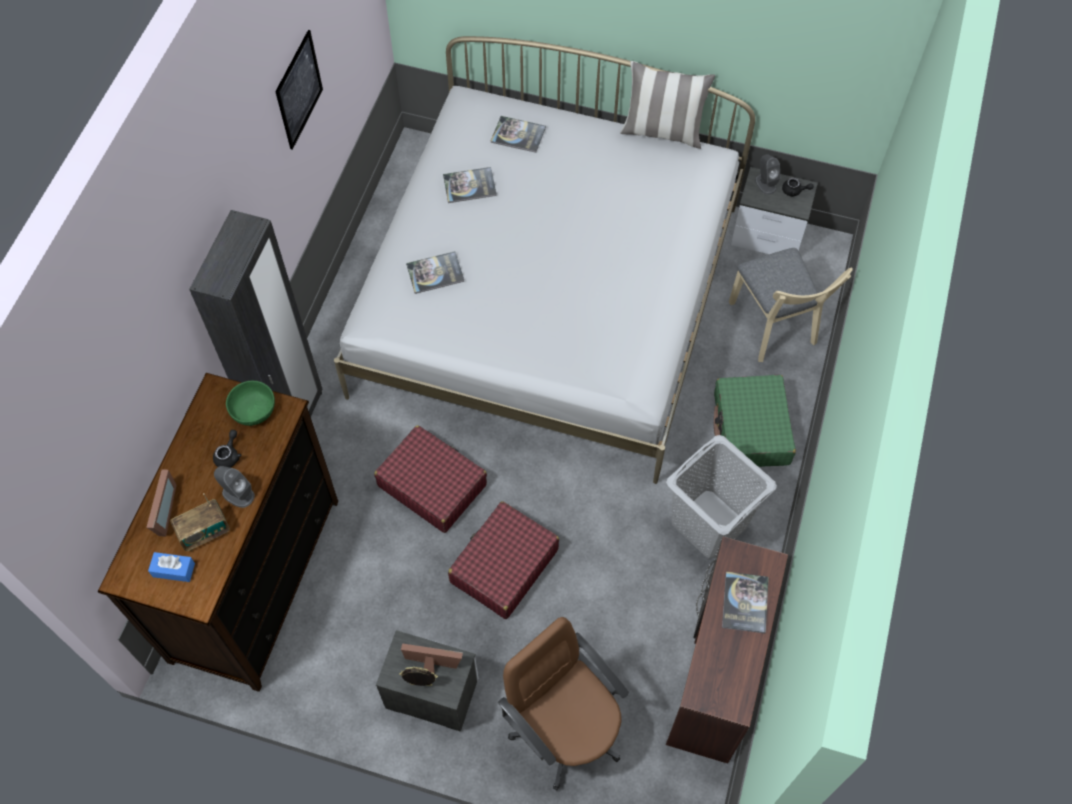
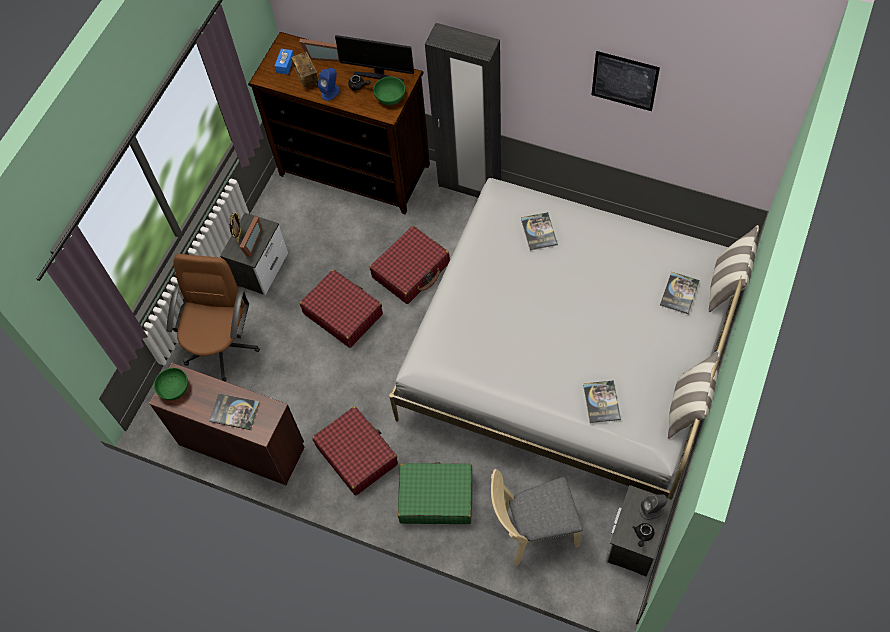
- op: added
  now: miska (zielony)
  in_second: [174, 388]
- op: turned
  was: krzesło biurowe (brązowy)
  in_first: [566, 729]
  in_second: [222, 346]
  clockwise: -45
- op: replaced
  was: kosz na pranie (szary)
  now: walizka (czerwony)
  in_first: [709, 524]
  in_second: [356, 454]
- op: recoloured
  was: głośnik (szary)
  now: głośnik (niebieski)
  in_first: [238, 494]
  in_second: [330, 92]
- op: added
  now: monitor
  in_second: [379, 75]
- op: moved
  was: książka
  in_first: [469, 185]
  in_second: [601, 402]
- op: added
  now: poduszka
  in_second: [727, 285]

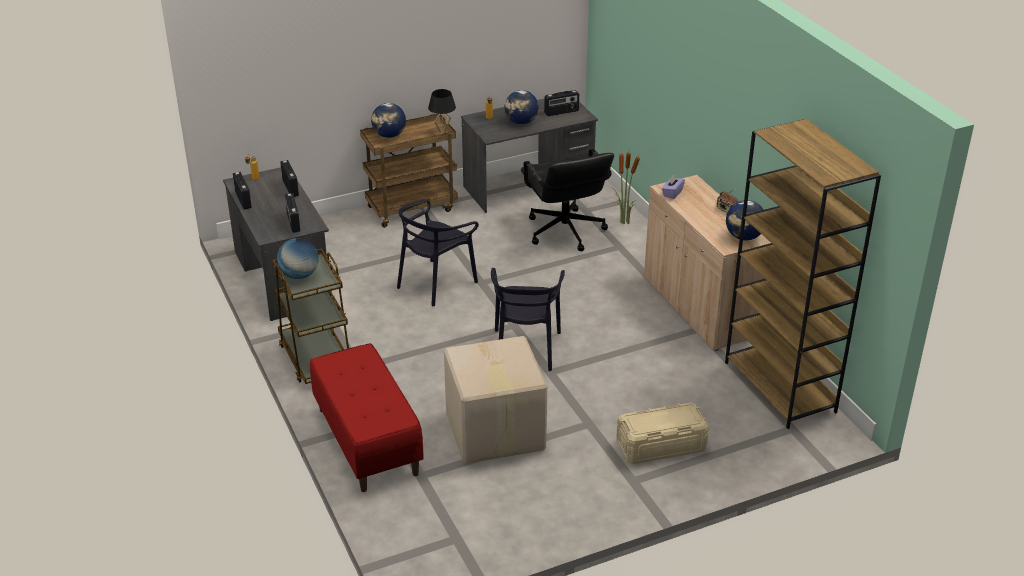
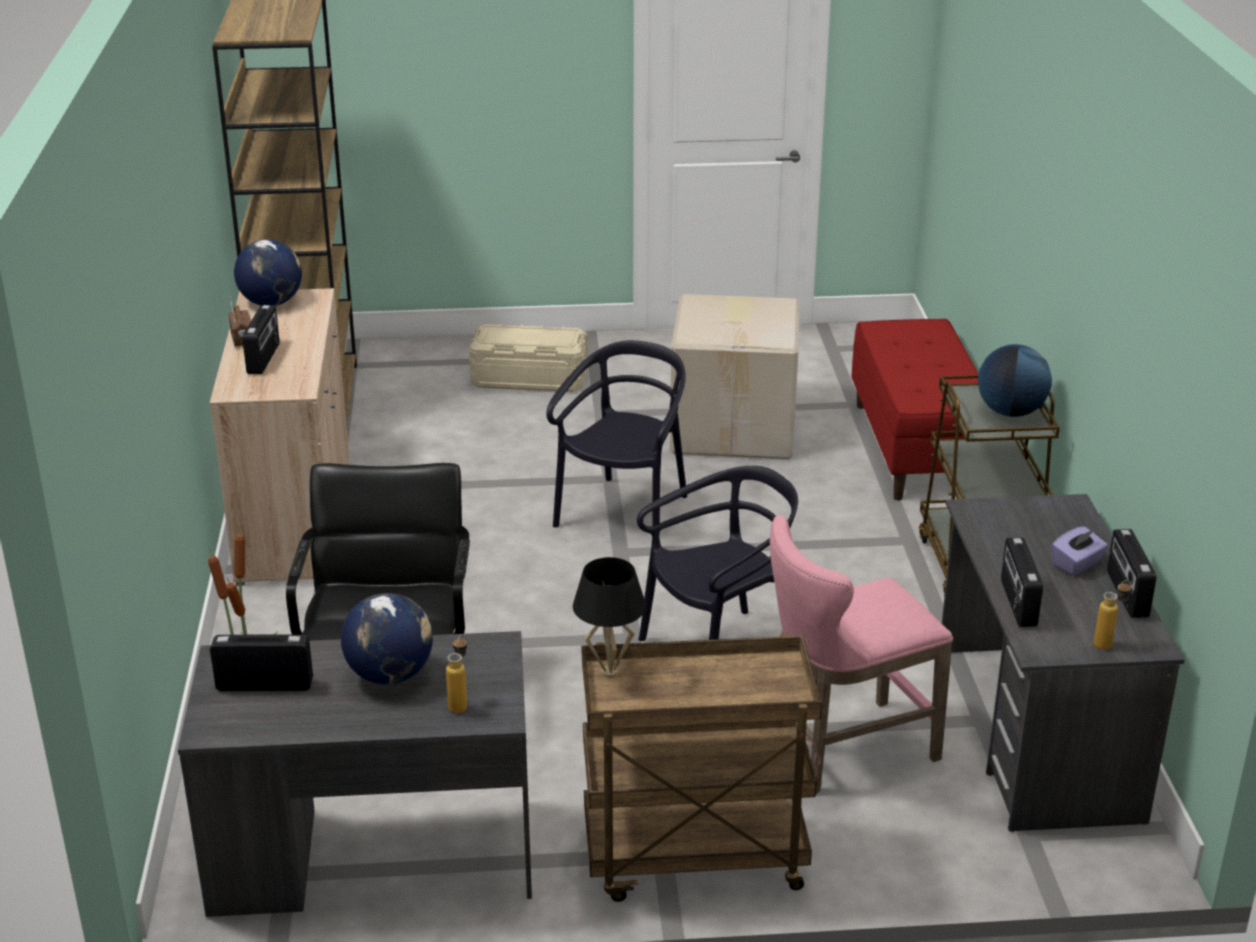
- op: moved
  was: radio
  in_first: [293, 222]
  in_second: [264, 359]
- op: added
  now: stołek (różowy)
  in_second: [843, 751]
- op: moved
  was: pudełko chusteczek (fioletowy)
  in_first: [672, 193]
  in_second: [1077, 564]
- op: removed
  was: globus
  in_first: [389, 135]

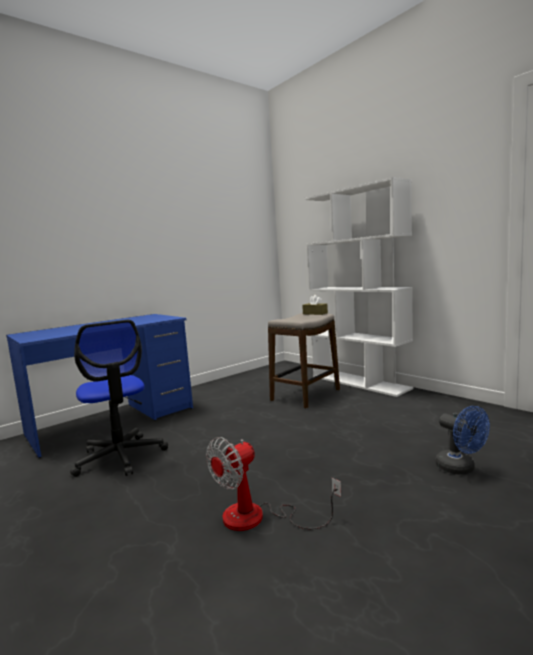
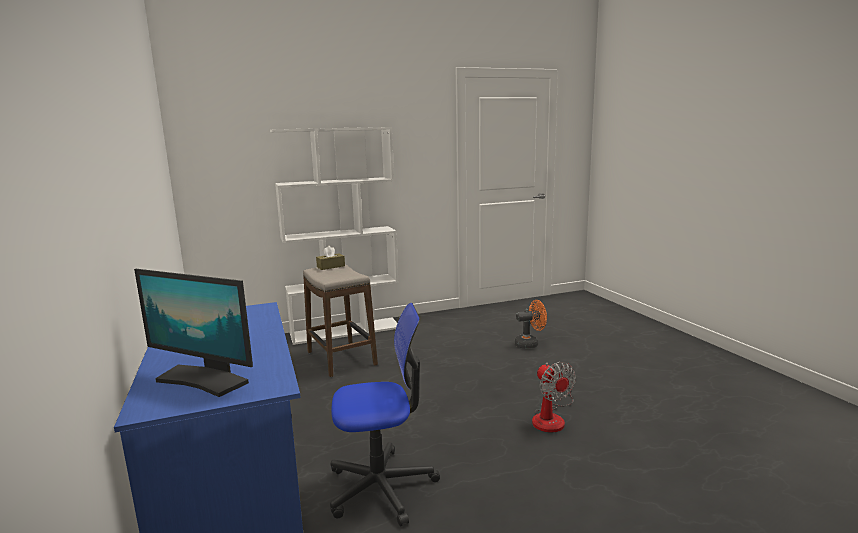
- op: added
  now: monitor
  in_second: [204, 380]
- op: recoloured
  was: wentylator (niebieski)
  now: wentylator (pomarańczowy)
  in_first: [461, 469]
  in_second: [530, 344]

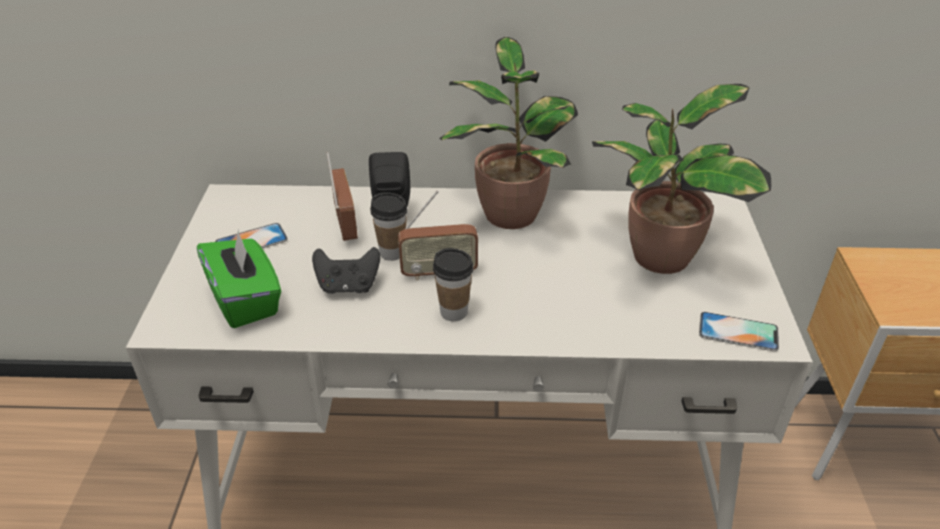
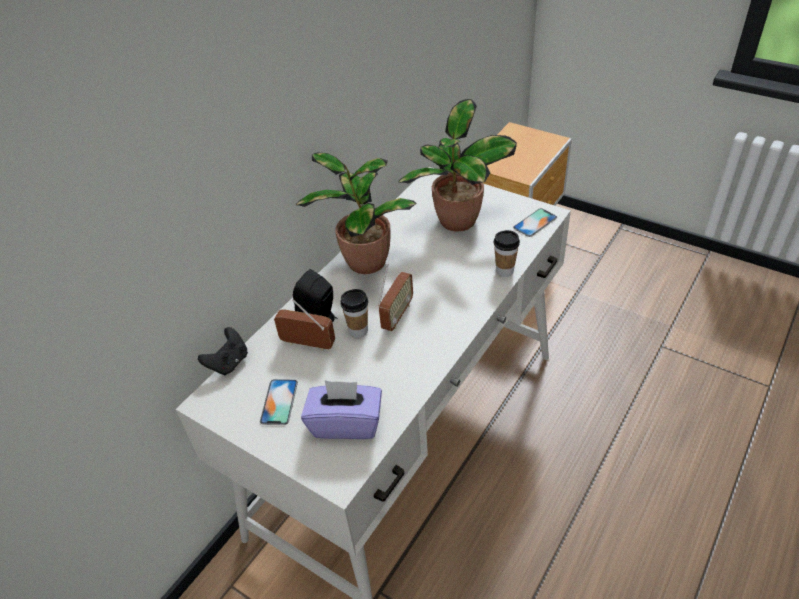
- op: moved
  was: pad do gier (czarny)
  in_first: [348, 286]
  in_second: [229, 363]
- op: recoloured
  was: pudełko chusteczek (zielony)
  now: pudełko chusteczek (fioletowy)
  in_first: [246, 300]
  in_second: [346, 423]
- op: moved
  was: filiżanka
  in_first: [454, 312]
  in_second: [504, 271]

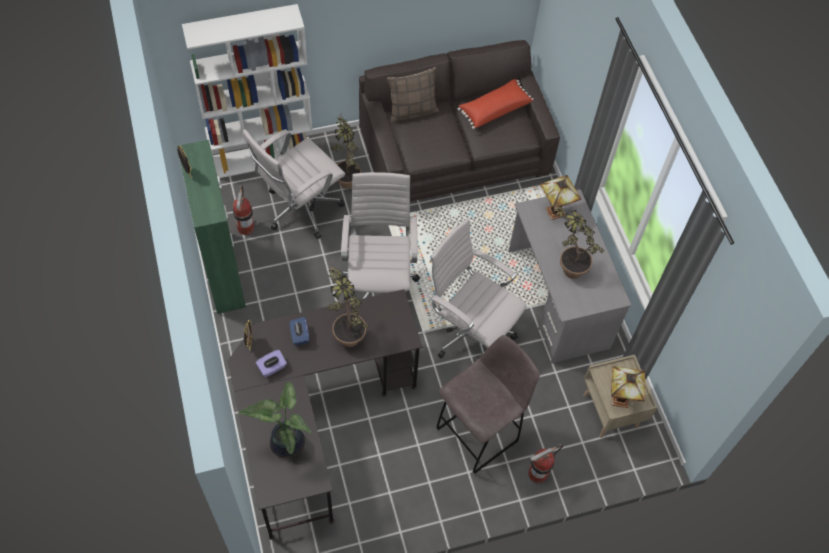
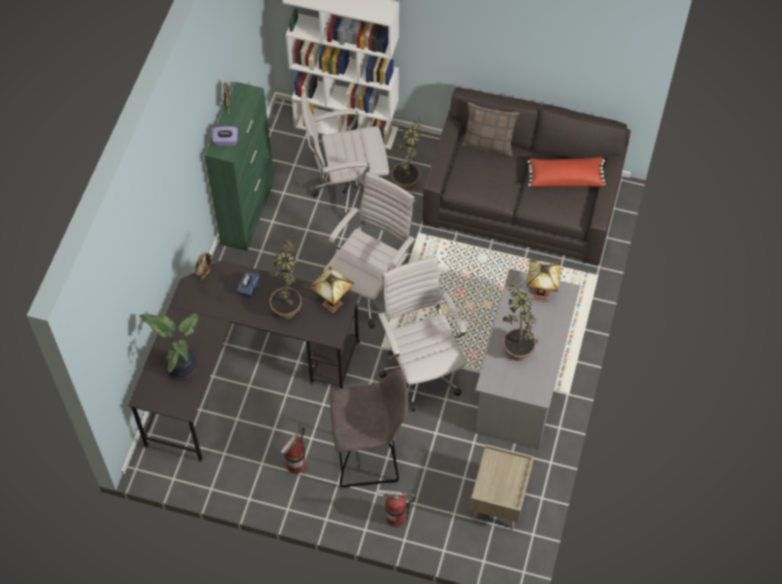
- op: moved
  was: pudełko chusteczek (fioletowy)
  in_first: [272, 368]
  in_second: [226, 141]
- op: moved
  was: gaśnica
  in_first: [245, 227]
  in_second: [296, 465]
- op: moved
  was: lampa stołowa
  in_first: [619, 398]
  in_second: [332, 302]

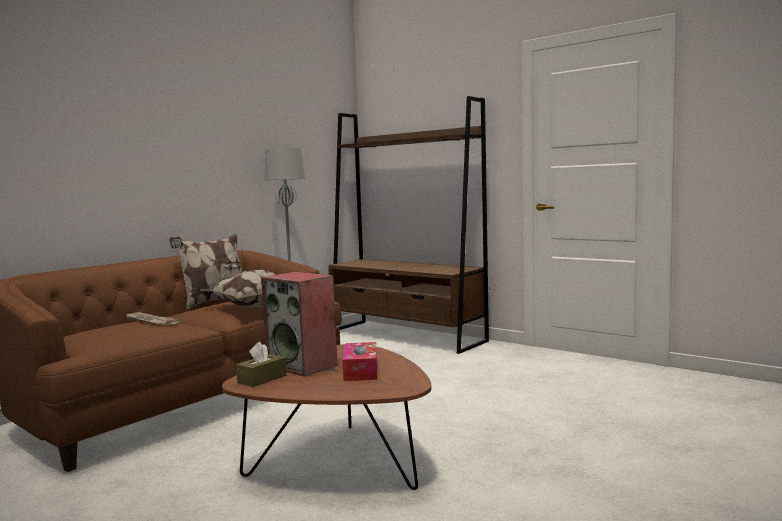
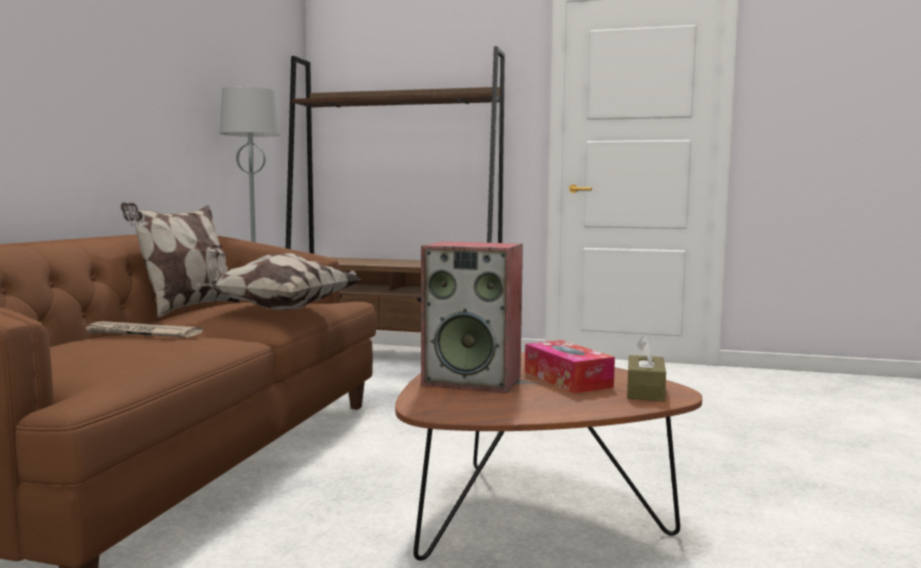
- op: moved
  was: pudełko chusteczek (brązowy)
  in_first: [262, 379]
  in_second: [645, 391]

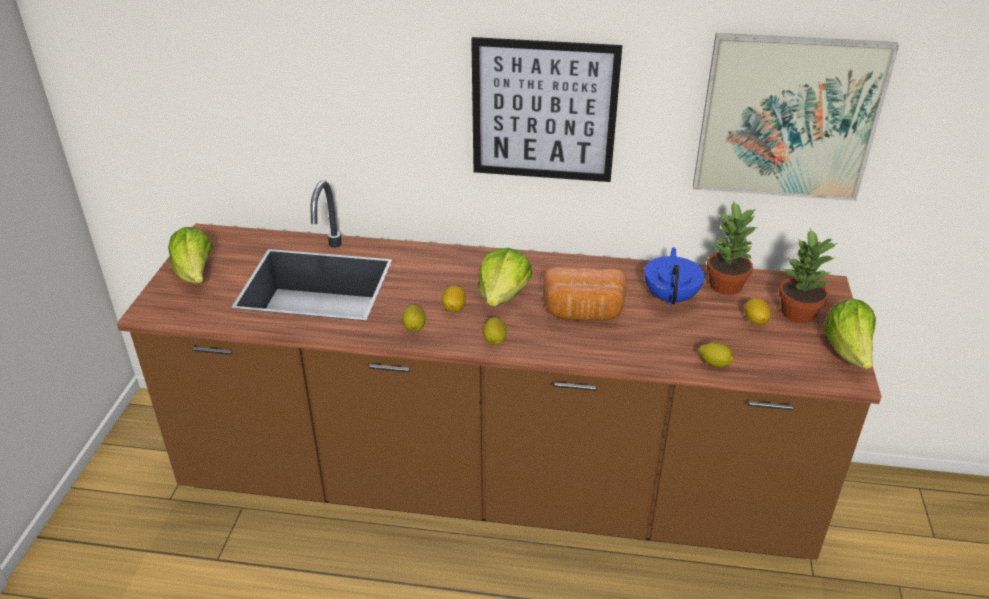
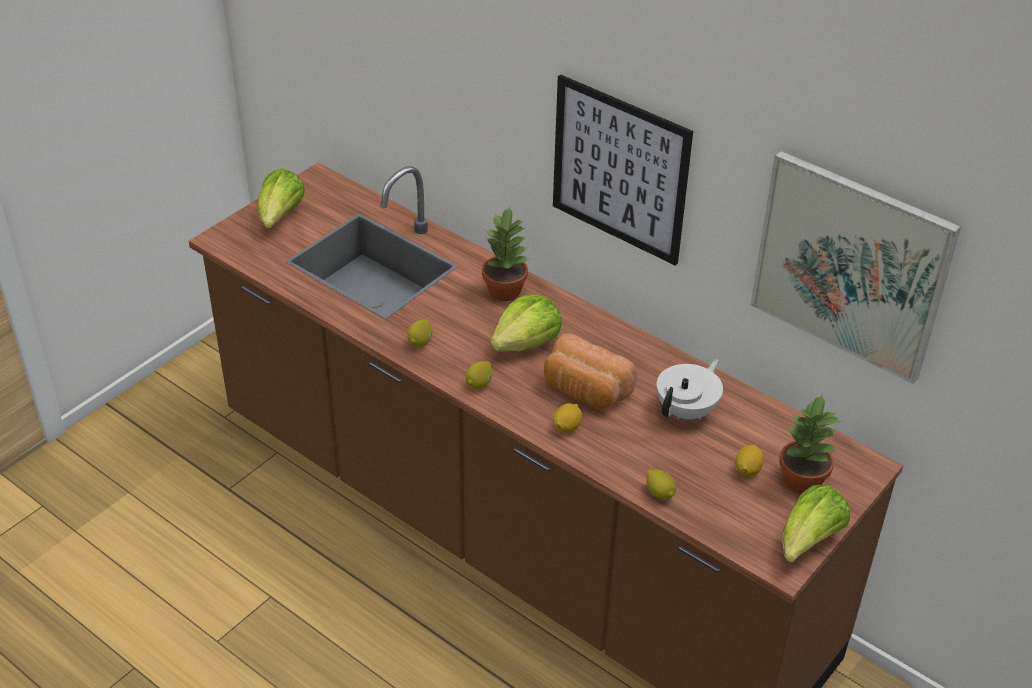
- op: moved
  was: roślina doniczkowa
  in_first: [726, 285]
  in_second: [505, 290]
- op: moved
  was: cytryna
  in_first: [454, 308]
  in_second: [567, 427]
- op: recoloured
  was: imbryk (niebieski)
  now: imbryk (biały)
  in_first: [671, 297]
  in_second: [687, 410]

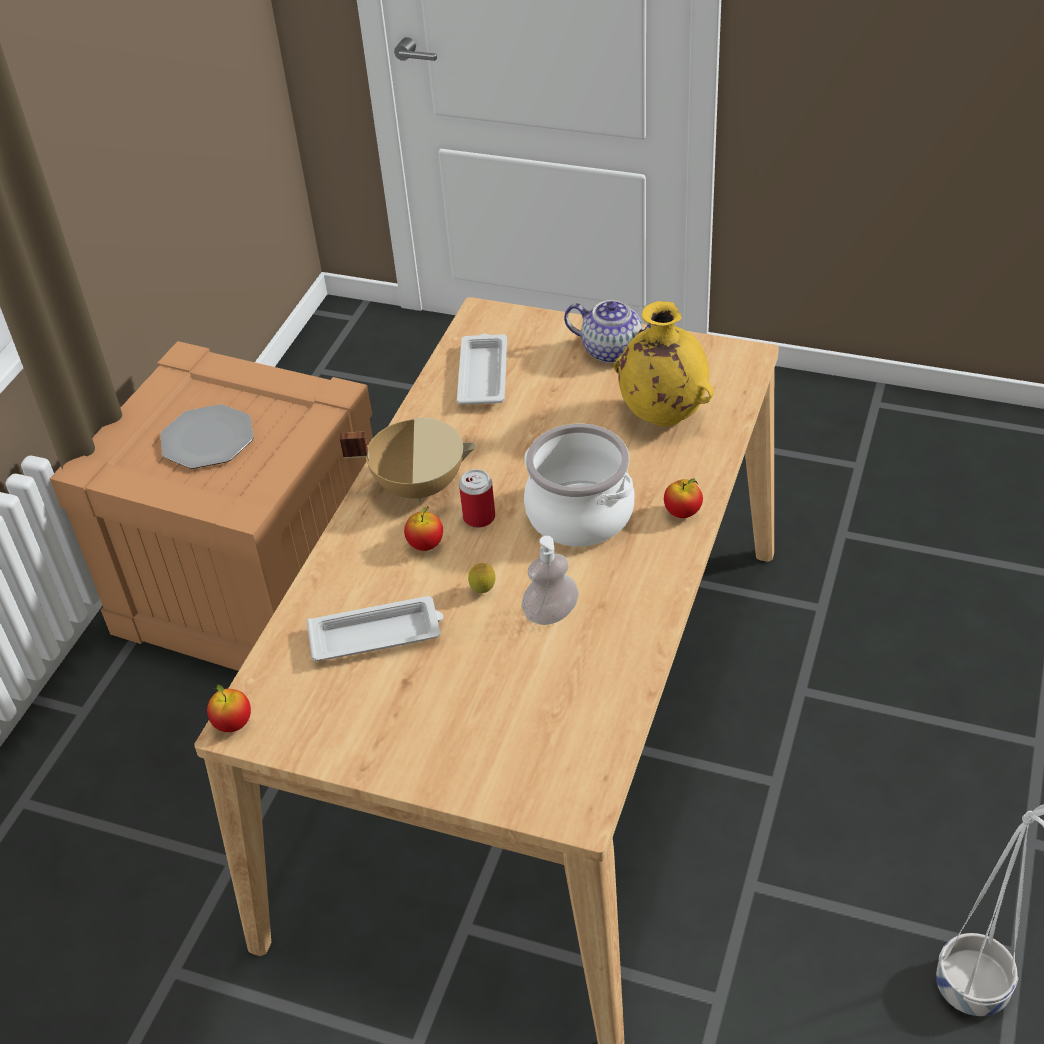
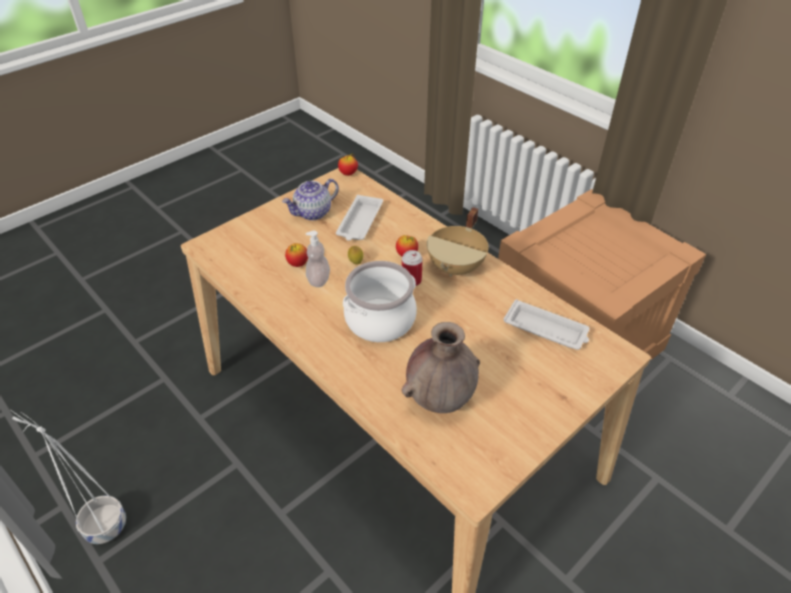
- op: moved
  was: imbryk
  in_first: [613, 350]
  in_second: [313, 213]
- op: moved
  was: jabłko
  in_first: [682, 513]
  in_second: [298, 264]
- op: recoloured
  was: wazon (żółty)
  now: wazon (brązowy)
  in_first: [662, 416]
  in_second: [440, 400]
- op: removed
  was: talerz
  in_first: [207, 439]

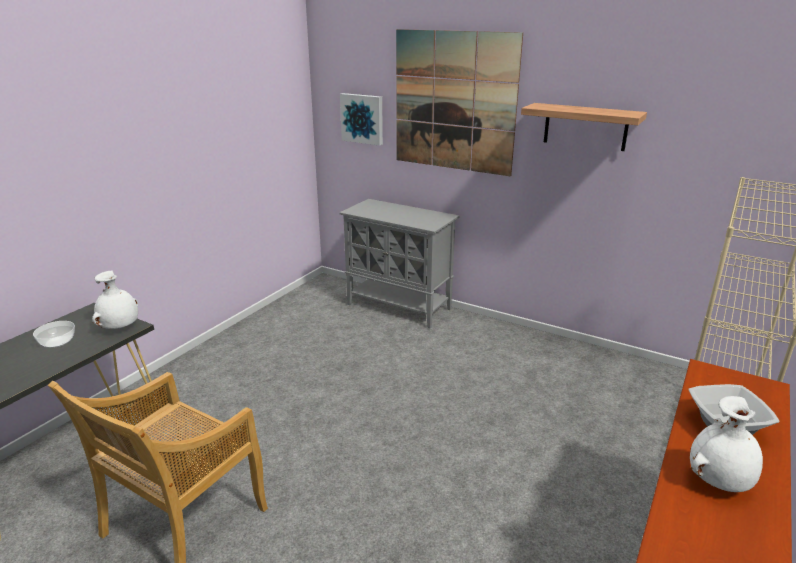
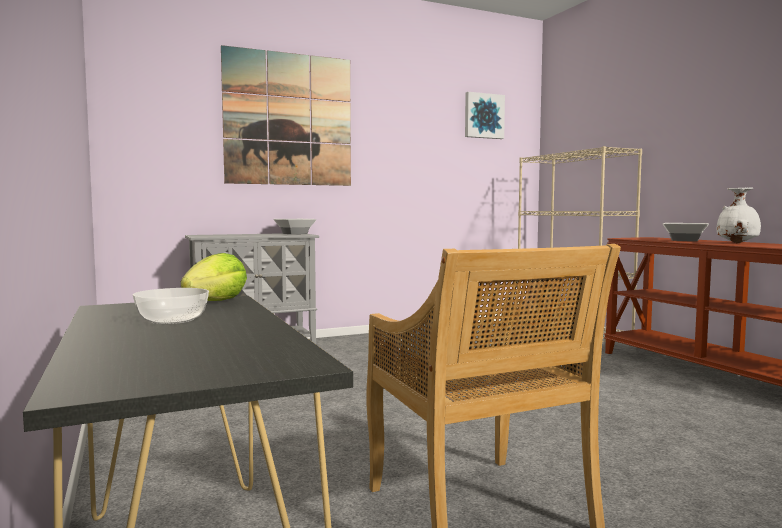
- op: replaced
  was: wazon (biały)
  now: sałata
  in_first: [120, 327]
  in_second: [216, 302]
- op: added
  now: miska
  in_second: [294, 233]
- op: moved
  was: obraz
  in_first: [362, 118]
  in_second: [483, 116]
- op: removed
  was: półka
  in_first: [585, 127]

